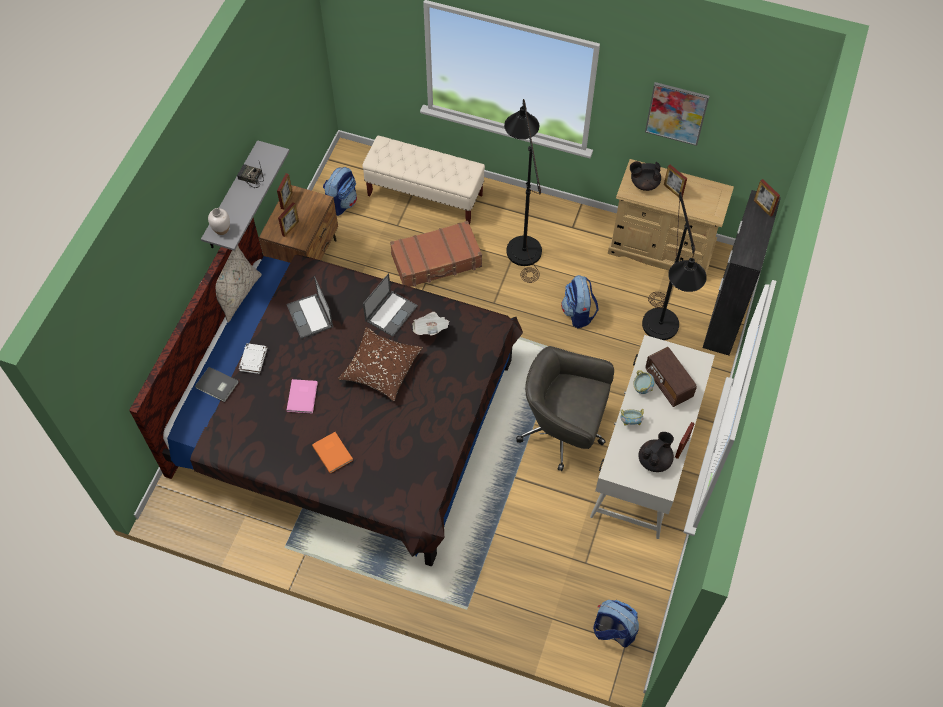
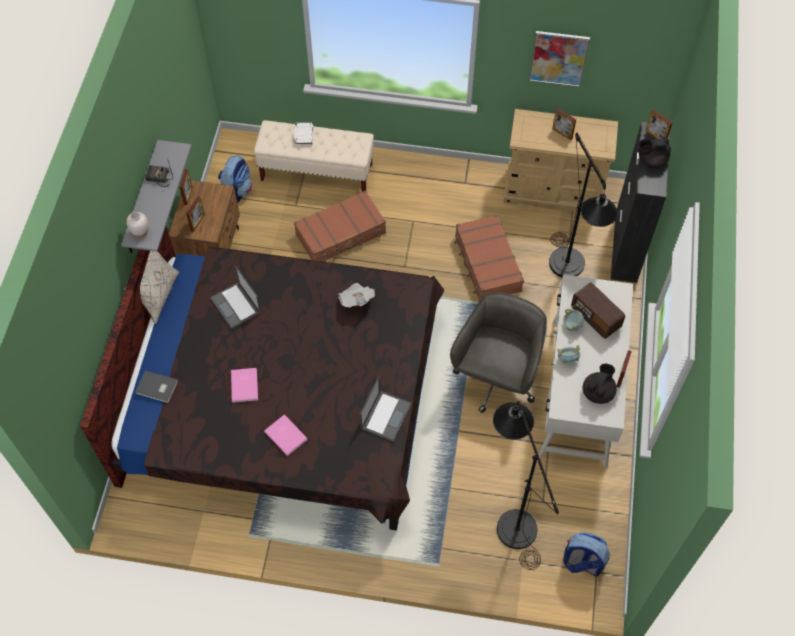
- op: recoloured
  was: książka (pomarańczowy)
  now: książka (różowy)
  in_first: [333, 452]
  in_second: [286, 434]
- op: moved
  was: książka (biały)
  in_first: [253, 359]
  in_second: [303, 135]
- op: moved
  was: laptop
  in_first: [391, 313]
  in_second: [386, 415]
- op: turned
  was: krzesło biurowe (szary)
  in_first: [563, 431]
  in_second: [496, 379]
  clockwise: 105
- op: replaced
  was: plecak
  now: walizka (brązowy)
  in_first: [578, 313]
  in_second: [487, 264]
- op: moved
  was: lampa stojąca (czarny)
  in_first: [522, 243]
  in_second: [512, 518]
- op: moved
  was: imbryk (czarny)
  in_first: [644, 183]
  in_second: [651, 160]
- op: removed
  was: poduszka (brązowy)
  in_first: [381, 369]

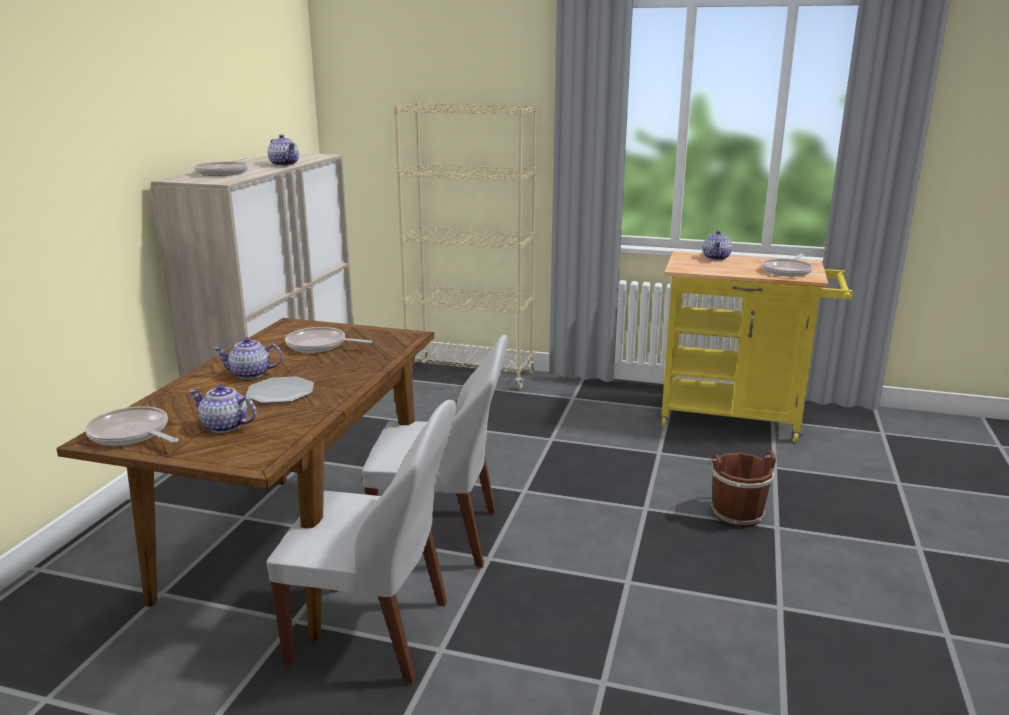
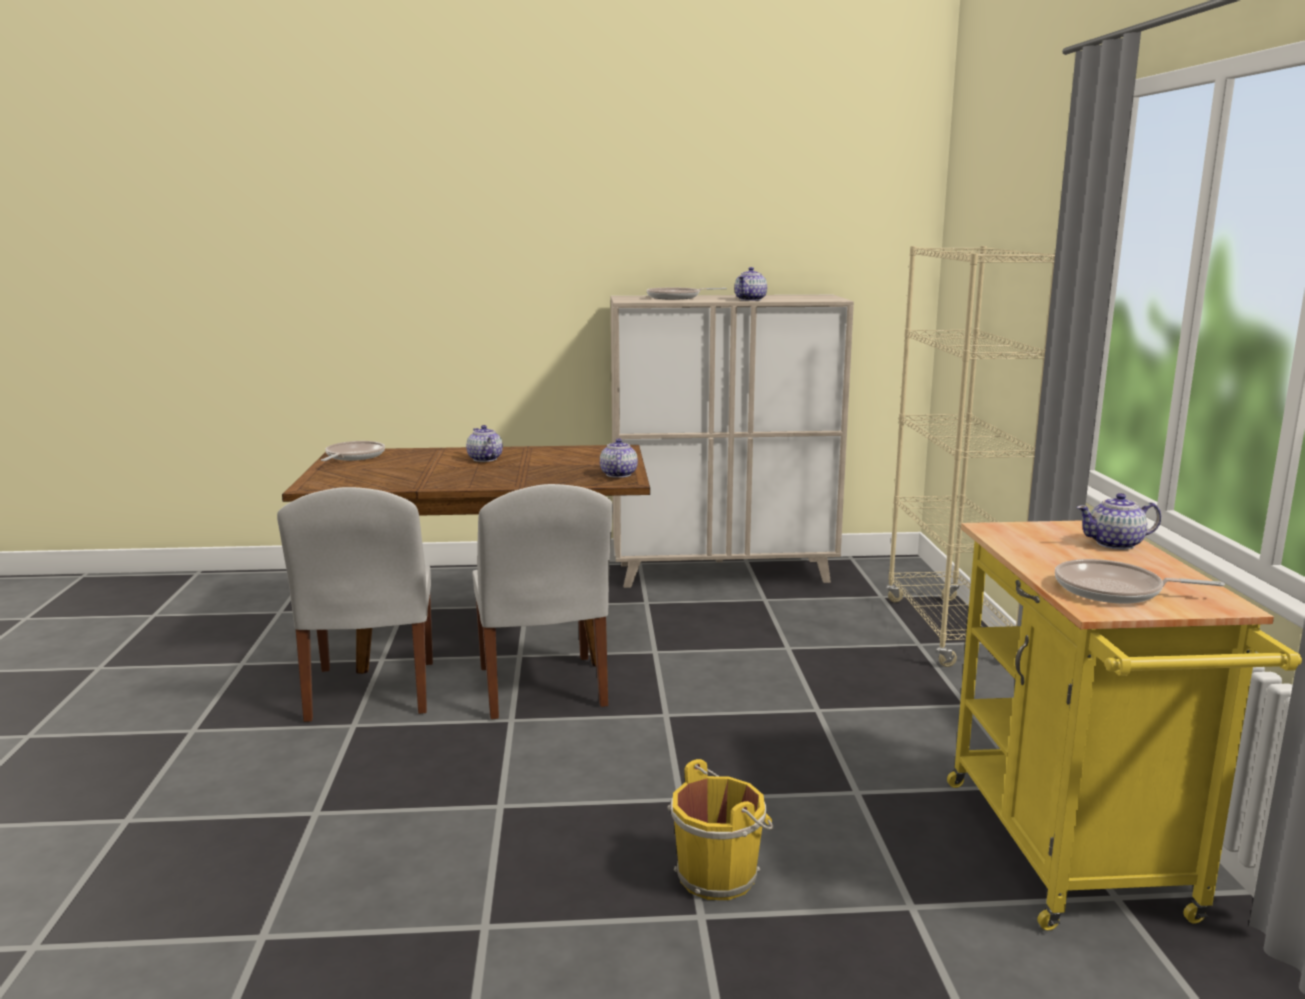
- op: moved
  was: imbryk
  in_first: [225, 426]
  in_second: [618, 474]
- op: recoloured
  was: wiadro (brązowy)
  now: wiadro (żółty)
  in_first: [736, 512]
  in_second: [720, 874]
- op: removed
  was: talerz
  in_first: [280, 392]
- op: removed
  was: patelnia
  in_first: [319, 345]

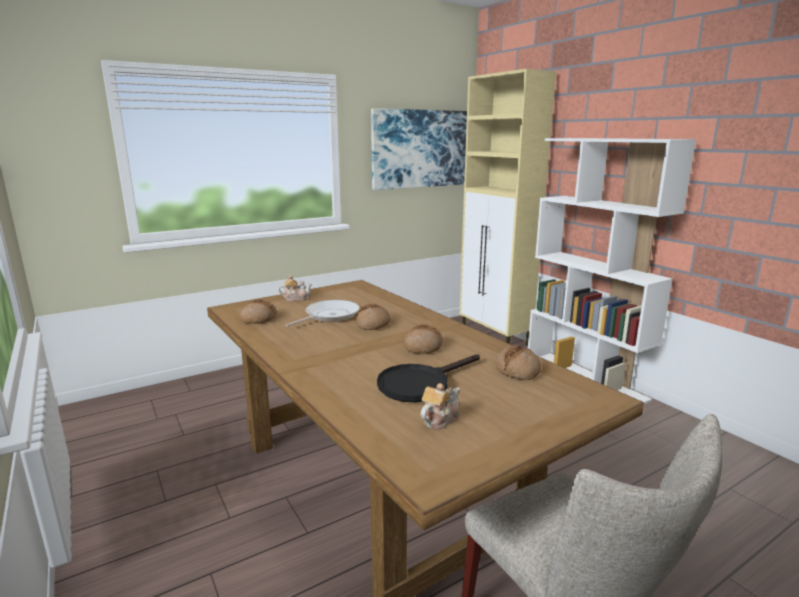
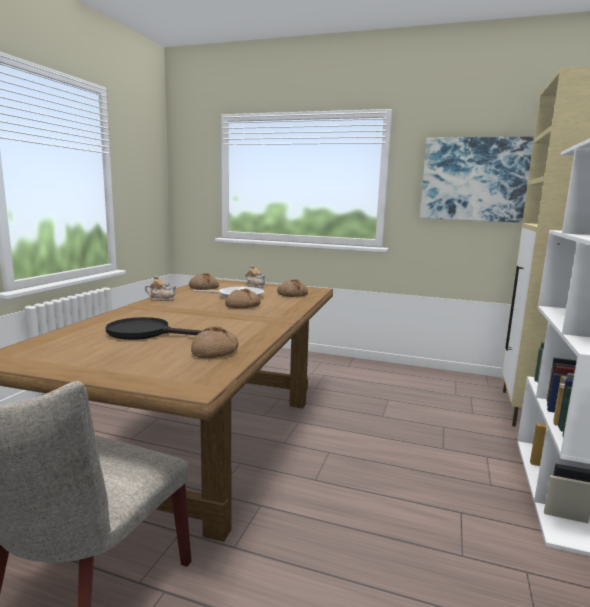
- op: moved
  was: imbryk
  in_first: [439, 419]
  in_second: [161, 299]
- op: moved
  was: chleb
  in_first: [423, 346]
  in_second: [292, 294]

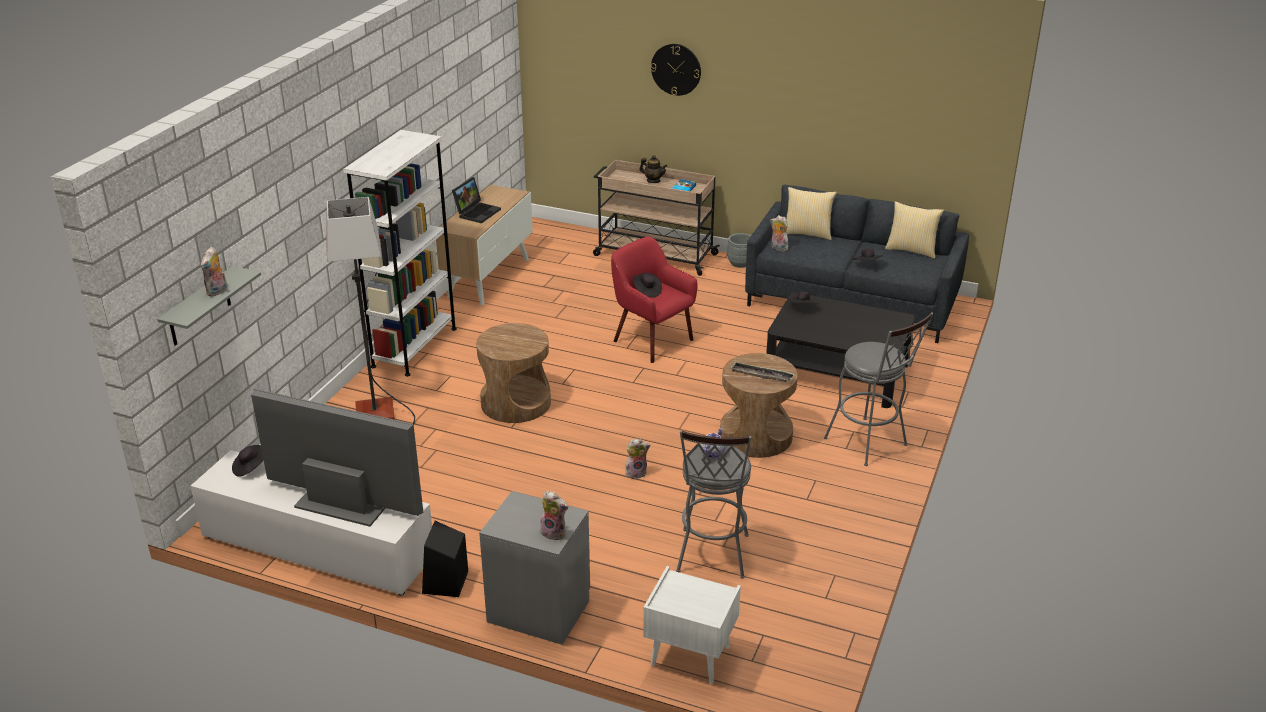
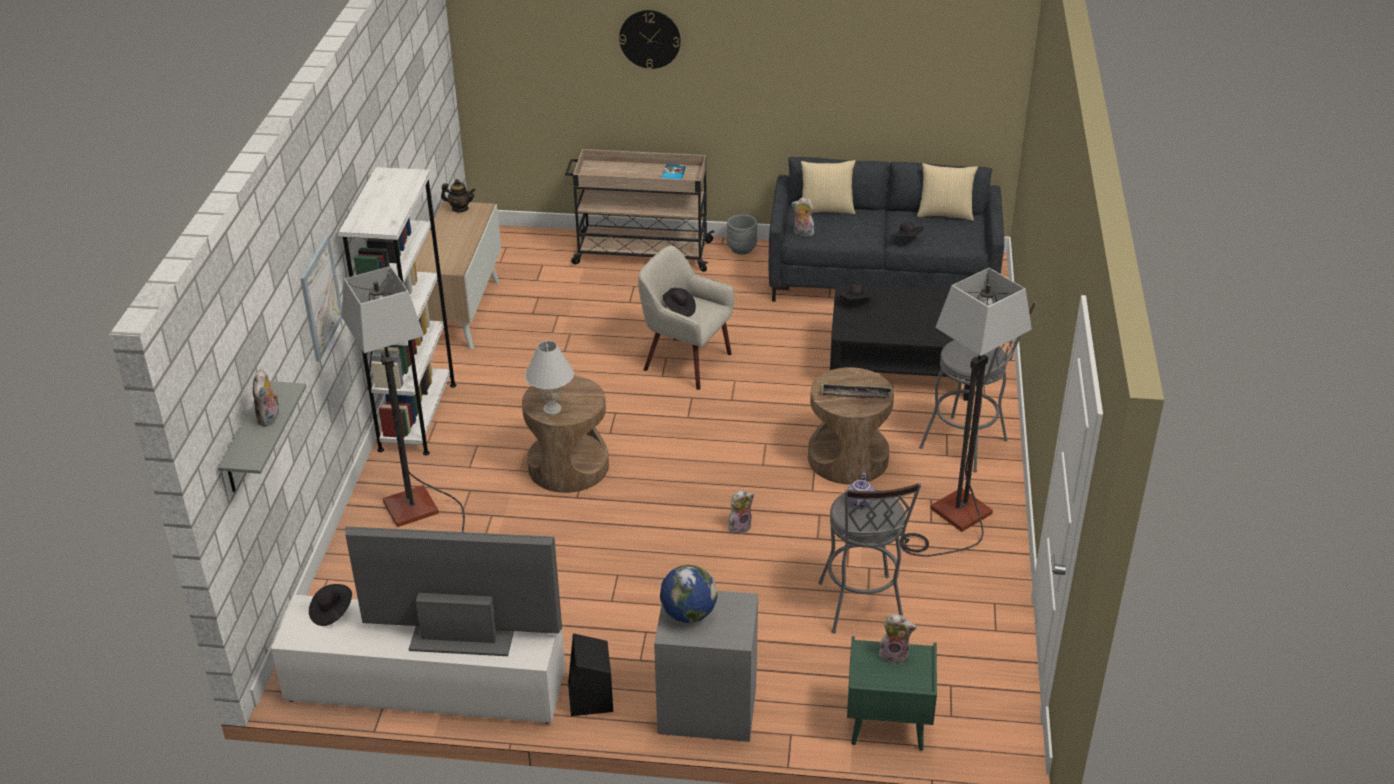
- op: added
  now: obraz
  in_second: [321, 297]
- op: moved
  was: imbryk
  in_first: [653, 181]
  in_second: [460, 208]
- op: added
  now: lampa stołowa (biały)
  in_second: [552, 409]
- op: recoloured
  was: fotel (czerwony)
  now: fotel (beżowy)
  in_first: [651, 340]
  in_second: [686, 362]
- op: added
  now: globus
  in_second: [688, 614]
- op: recoloured
  was: szafka nocna (biały)
  now: szafka nocna (zielony)
  in_first: [689, 656]
  in_second: [886, 725]
- op: moved
  was: pluszak
  in_first: [555, 532]
  in_second: [894, 654]
- op: added
  now: lampa stojąca
  in_second: [953, 520]
- op: removed
  was: laptop
  in_first: [477, 212]

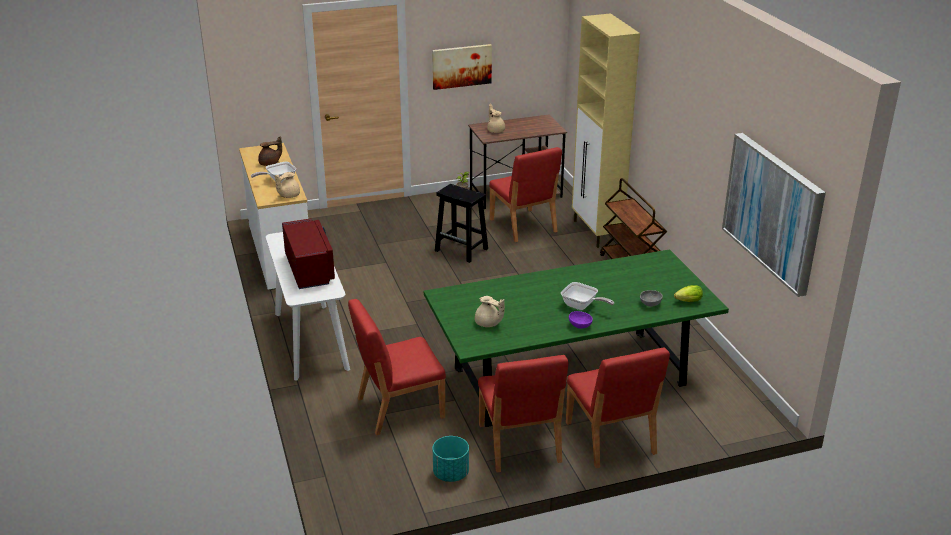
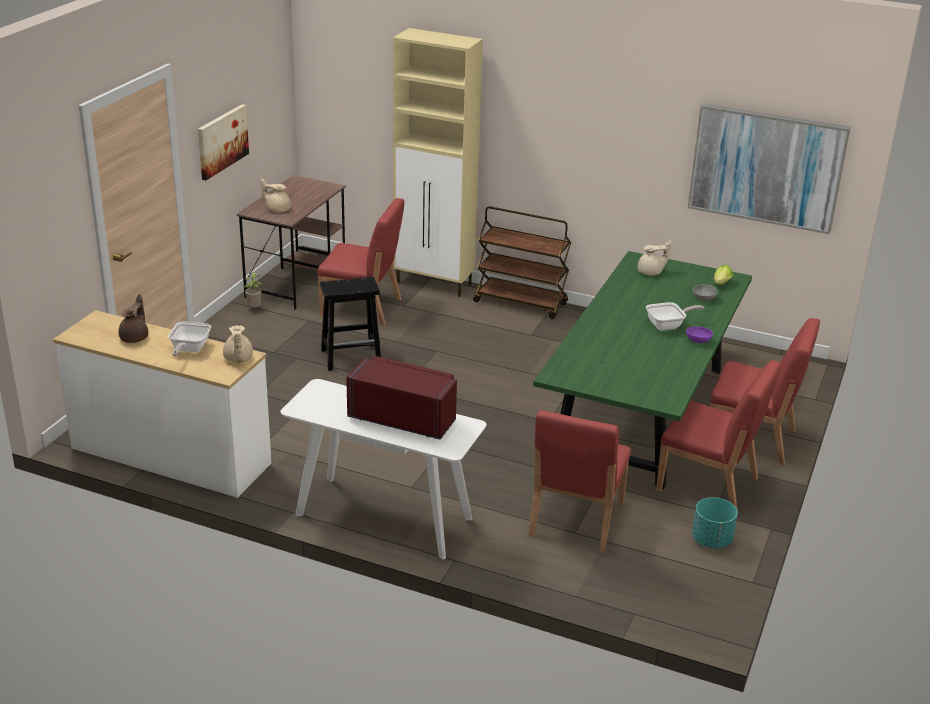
- op: moved
  was: imbryk (beżowy)
  in_first: [488, 324]
  in_second: [651, 272]

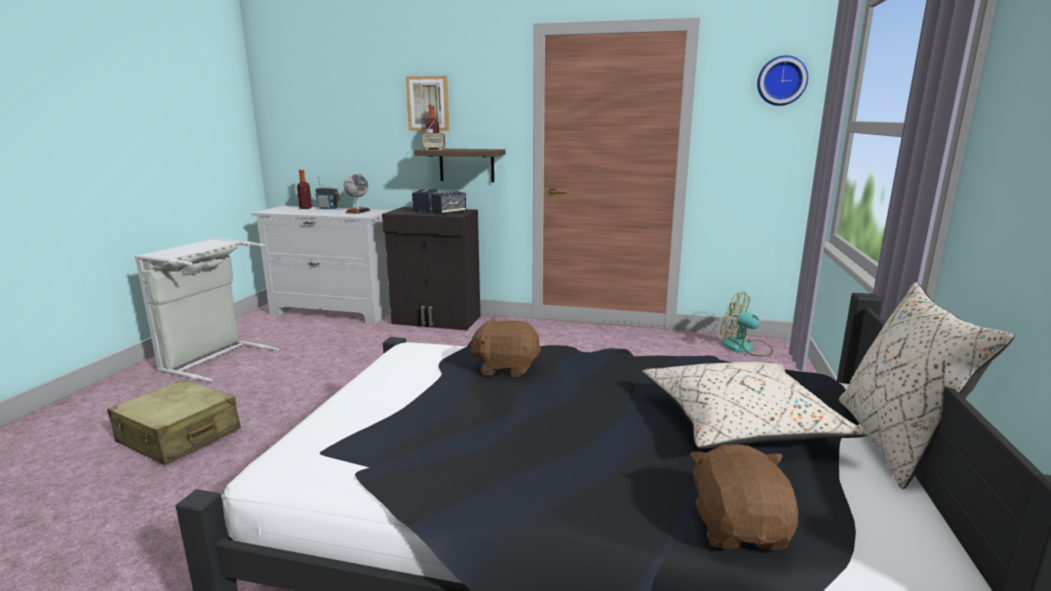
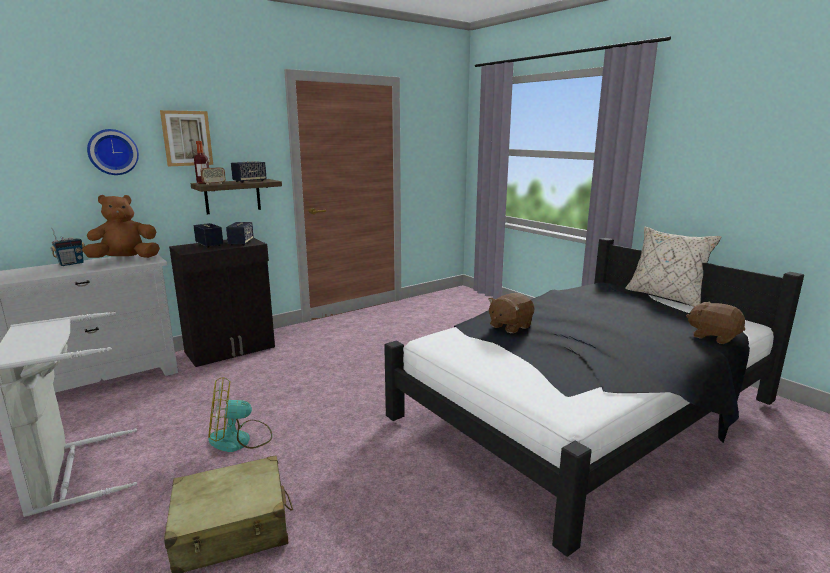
- op: replaced
  was: globus
  now: pluszak (brązowy)
  in_first: [358, 211]
  in_second: [125, 259]
- op: moved
  was: zegar ścienny
  in_first: [781, 81]
  in_second: [112, 152]
- op: moved
  was: wentylator
  in_first: [745, 348]
  in_second: [240, 440]
- op: added
  now: głośnik
  in_second: [249, 181]
- op: removed
  was: butelka
  in_first: [305, 208]
- op: removed
  was: poduszka (beżowy)
  in_first: [741, 424]

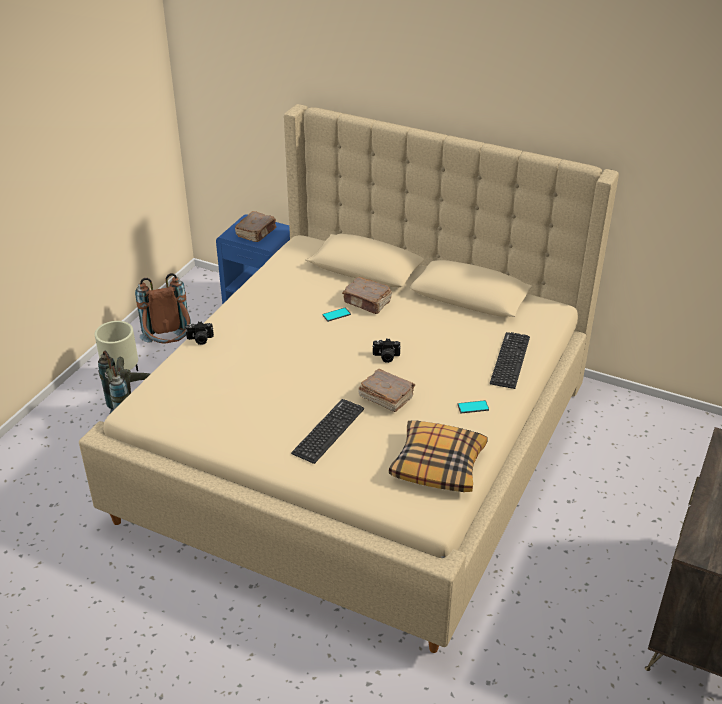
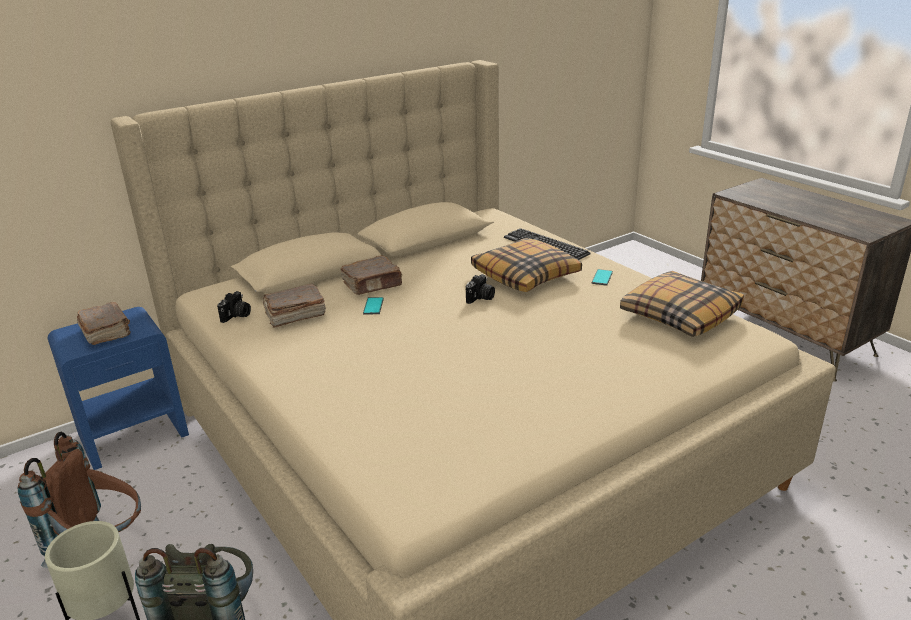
- op: moved
  was: aparat fotograficzny
  in_first: [200, 340]
  in_second: [237, 316]
- op: moved
  was: książka (brązowy)
  in_first: [385, 397]
  in_second: [294, 315]
- op: added
  now: poduszka
  in_second: [526, 275]
- op: removed
  was: klawiatura
  in_first: [328, 431]

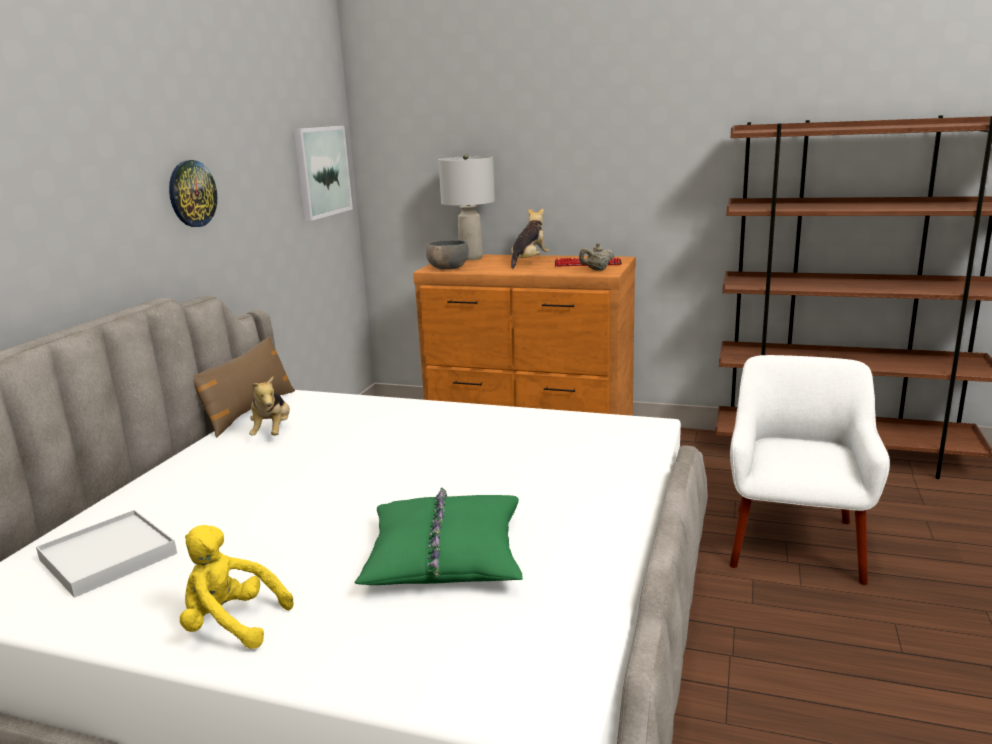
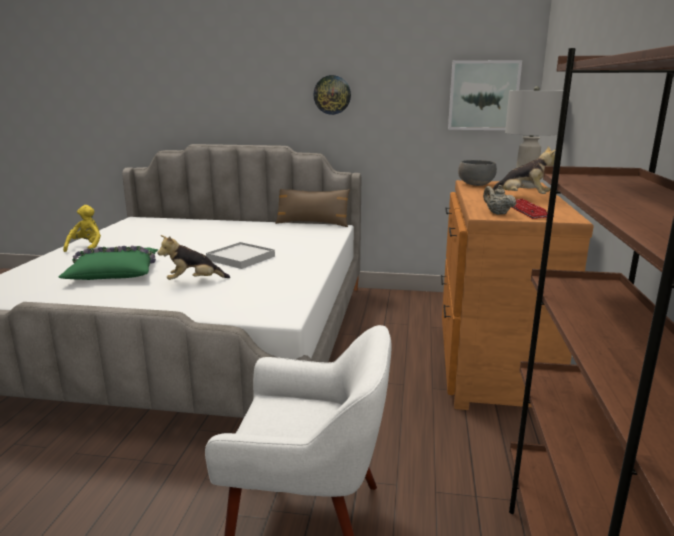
- op: moved
  was: pluszak
  in_first: [273, 432]
  in_second: [194, 281]
- op: moved
  was: taca (biały)
  in_first: [108, 557]
  in_second: [240, 258]

